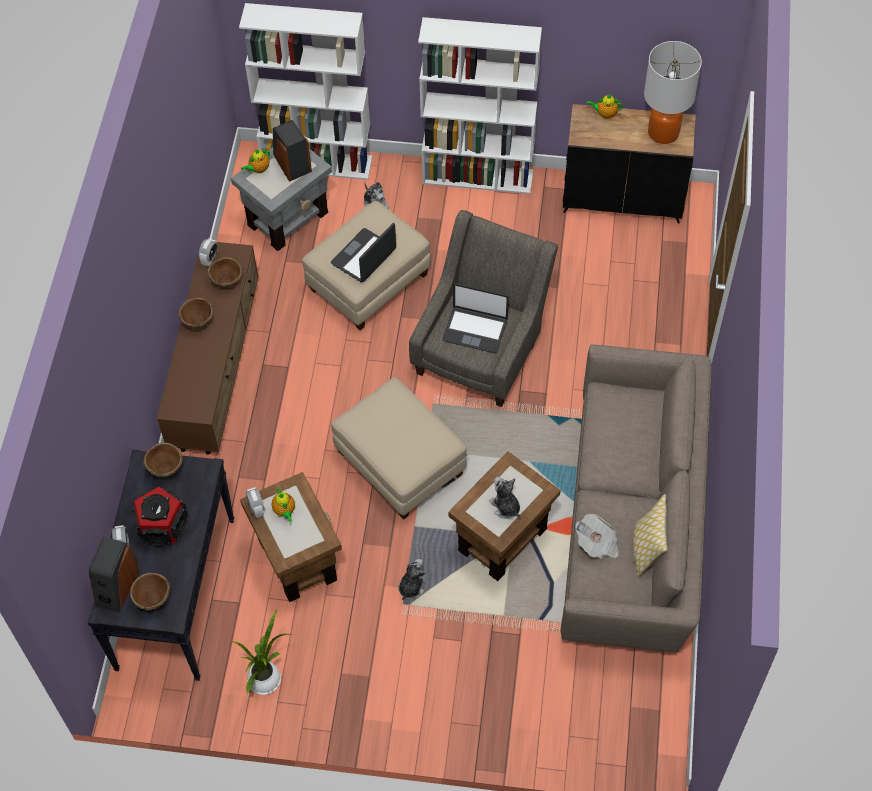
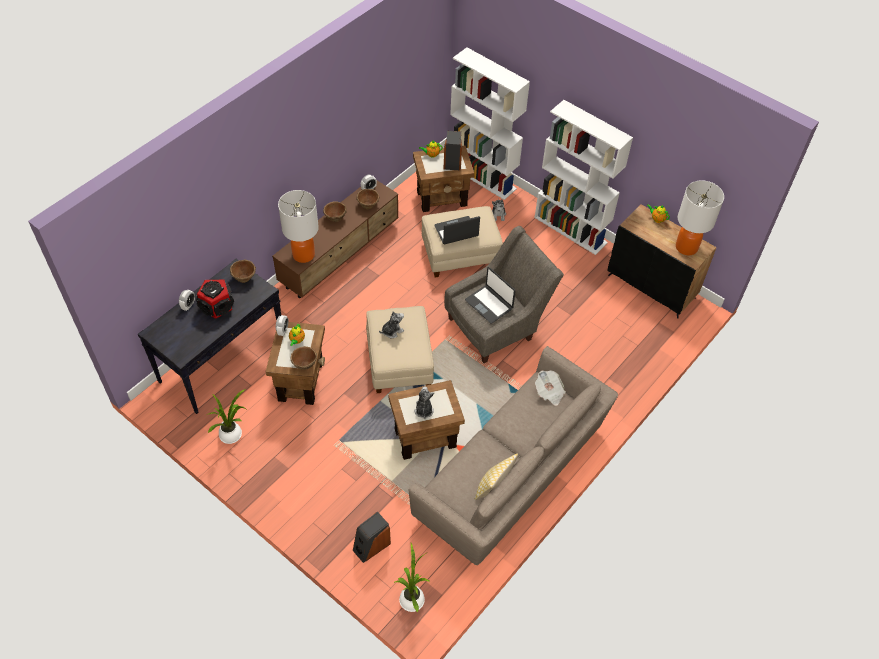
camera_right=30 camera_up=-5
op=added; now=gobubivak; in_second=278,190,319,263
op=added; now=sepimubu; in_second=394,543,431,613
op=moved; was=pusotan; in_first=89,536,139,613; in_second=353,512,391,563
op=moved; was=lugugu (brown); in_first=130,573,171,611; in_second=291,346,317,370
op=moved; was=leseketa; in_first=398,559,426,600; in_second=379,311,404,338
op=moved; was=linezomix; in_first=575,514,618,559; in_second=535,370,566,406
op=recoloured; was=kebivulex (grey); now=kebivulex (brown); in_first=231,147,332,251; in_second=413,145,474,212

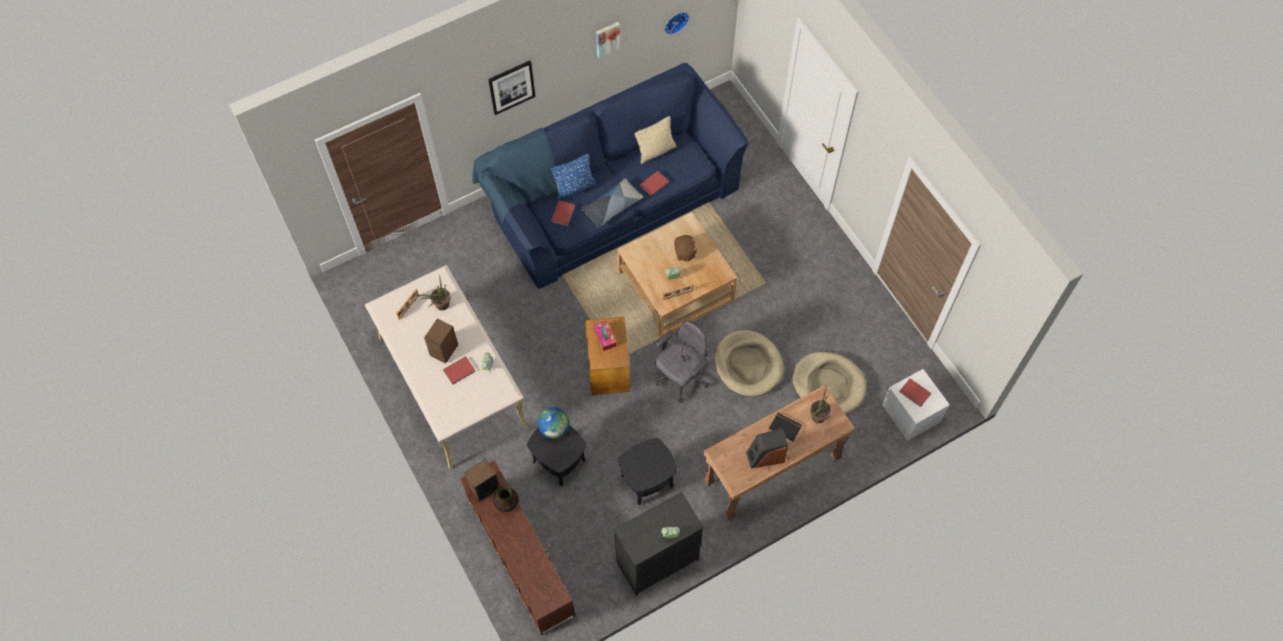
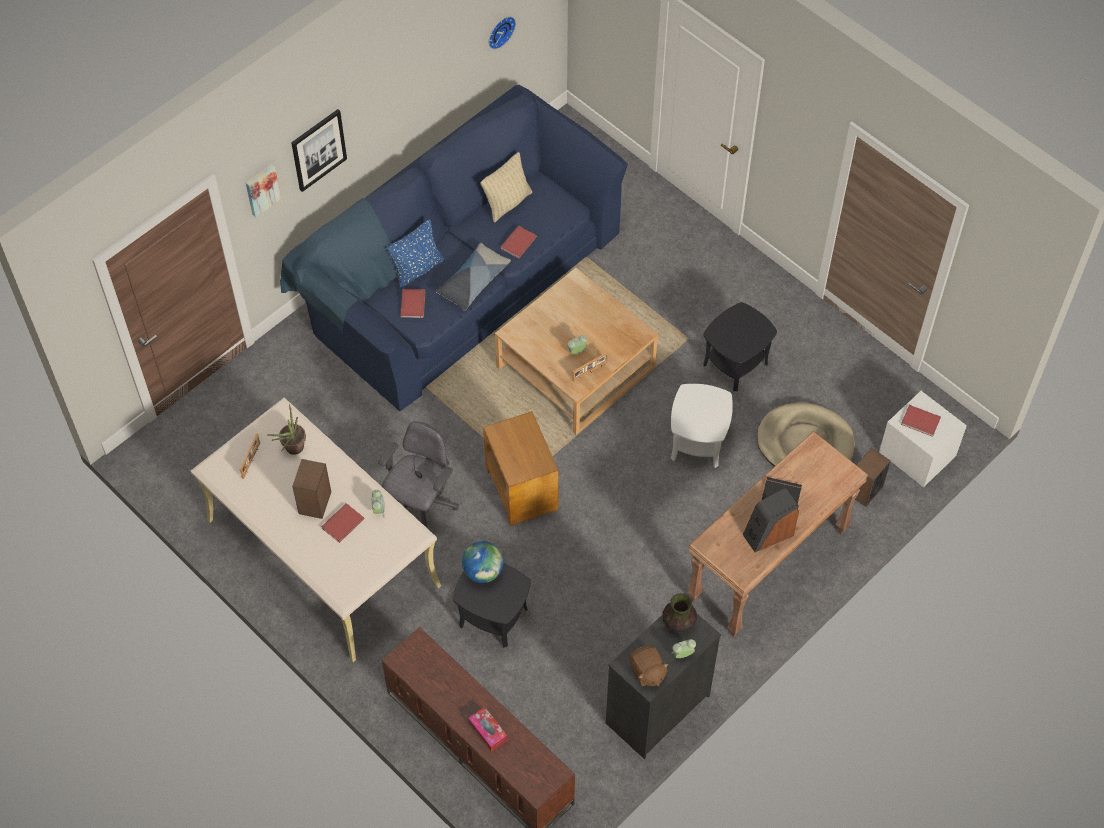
camera_right=-15 camera_up=-5
op=removed; was=sepimubu; in_first=810,389,831,424
op=moved; was=pusotan; in_first=464,459,500,502; in_second=855,448,891,507
op=moved; was=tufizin; in_first=493,485,519,512; in_second=663,593,697,632
op=moved; was=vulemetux; in_first=594,320,616,351; in_second=468,707,507,752
op=moved; was=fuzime; in_first=596,22,621,58; in_second=246,164,281,217
op=moved; was=kebivulex (black); in_first=618,438,677,505; in_second=703,302,777,391
op=moved; was=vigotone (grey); in_first=655,321,709,403; in_second=378,421,459,528
op=moved; was=leseketa (brown); in_first=674,235,698,262; in_second=629,645,669,686
op=replaced; was=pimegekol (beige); now=kebivulex (white); in_first=715,330,783,397; in_second=671,384,733,468

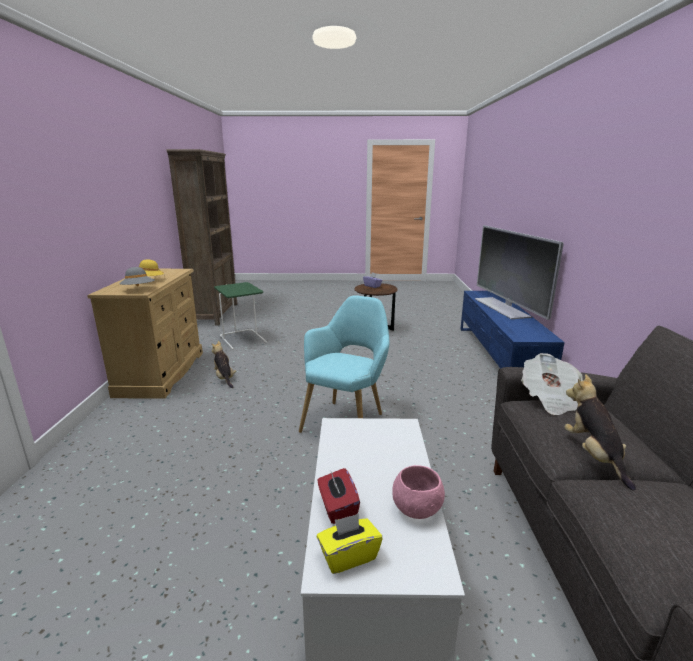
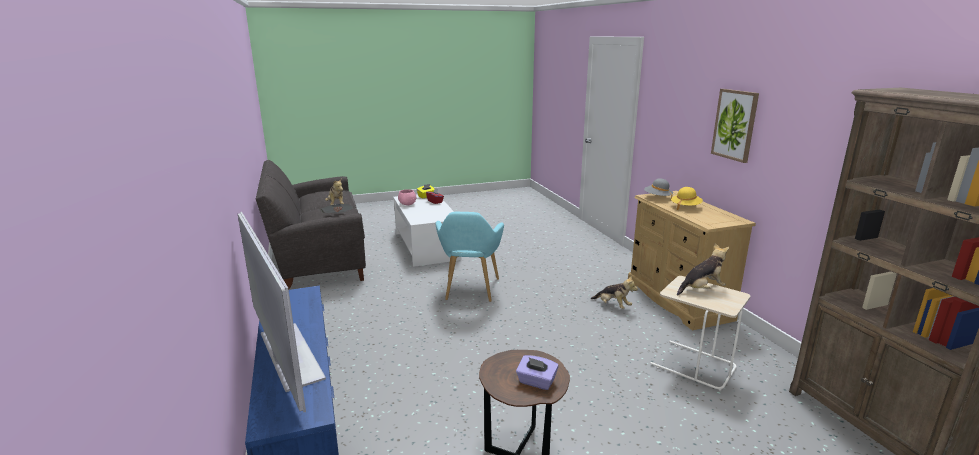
camera_right=160 camera_up=0
op=added; now=leseketa; in_second=677,243,729,295
op=added; now=fuzime; in_second=711,89,759,163
op=recoloured; was=kebivulex (green); now=kebivulex (beige); in_first=214,282,267,350; in_second=650,276,750,391

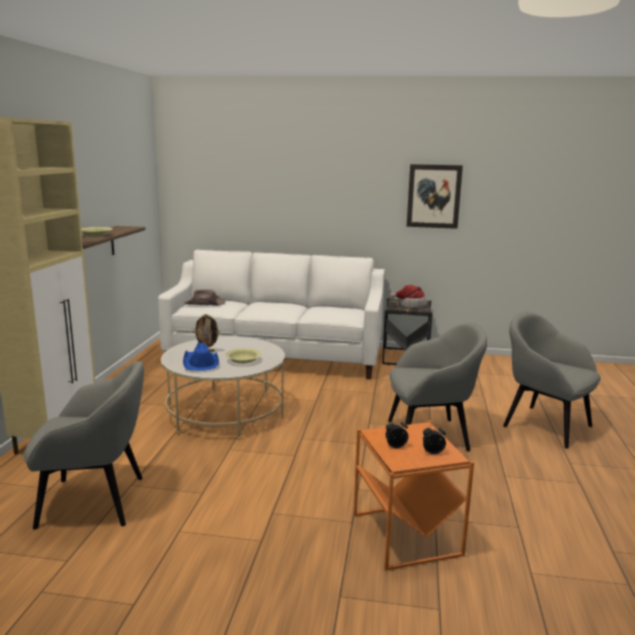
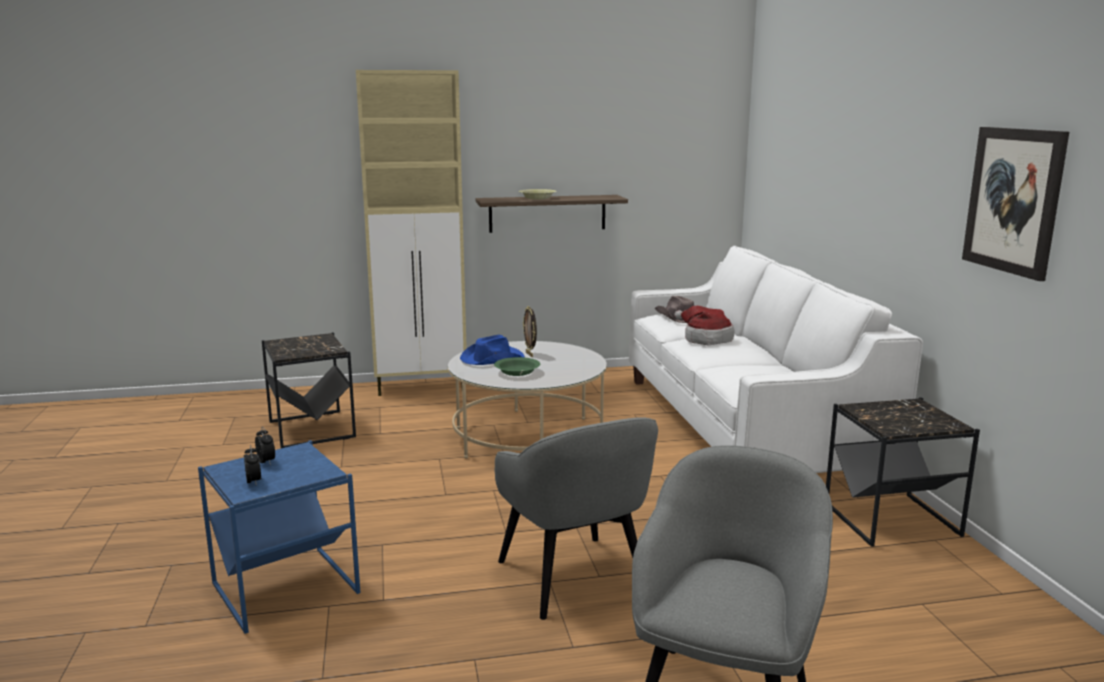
camera_right=70 camera_up=0
op=moved; was=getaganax; in_first=390,285,427,308; in_second=674,306,735,345
op=replaced; was=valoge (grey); now=kebivulex (black); in_first=23,361,144,530; in_second=262,332,356,448
op=recoloured; was=lugugu (yellow); now=lugugu (green); in_first=225,348,261,364; in_second=494,357,540,376
op=recoloured; was=kebivulex (orange); now=kebivulex (blue); in_first=354,421,474,571; in_second=198,440,361,634

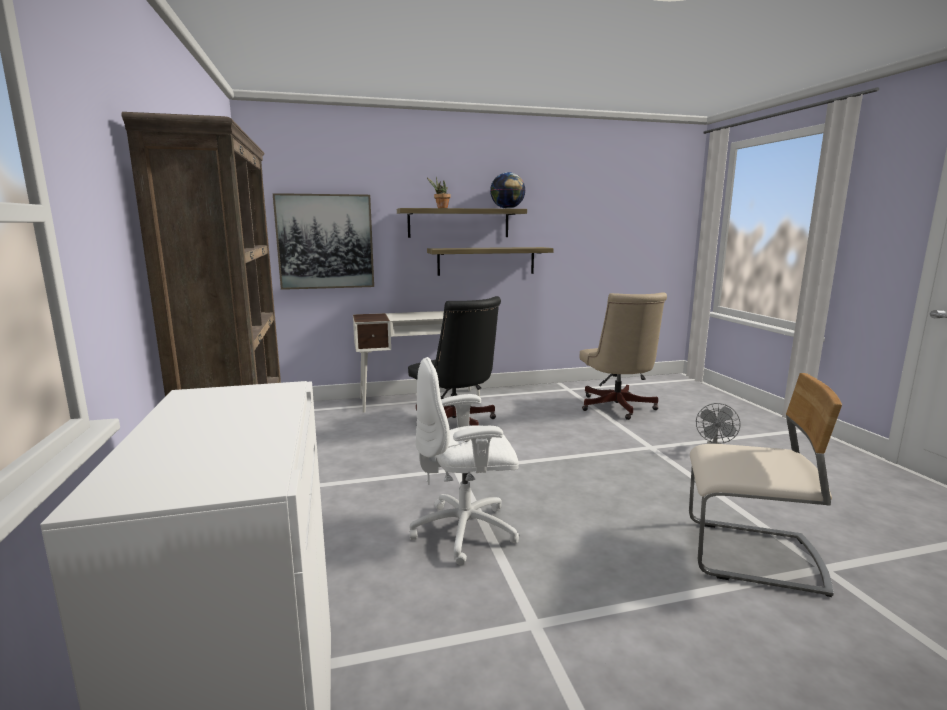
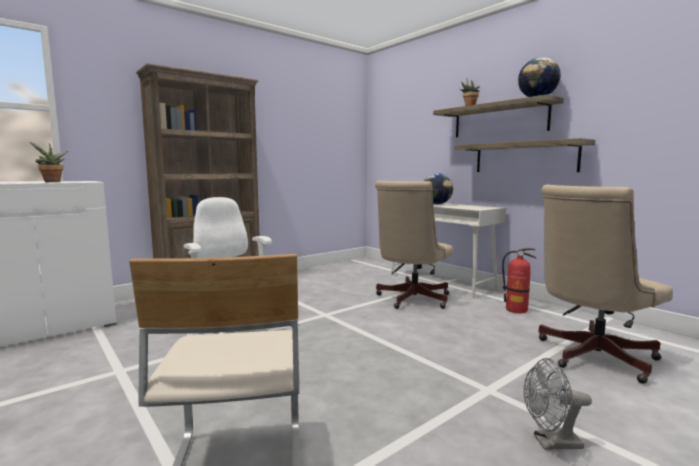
camera_right=65 camera_up=-5
op=removed; was=fuzime; in_first=273,193,374,290
op=added; now=sepimubu; in_second=30,142,68,182
op=added; now=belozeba; in_second=424,173,453,205
op=added; now=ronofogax; in_second=502,248,536,313
op=recoloured; was=vigotone (black); now=vigotone (beige); in_first=408,296,501,426; in_second=375,180,453,309

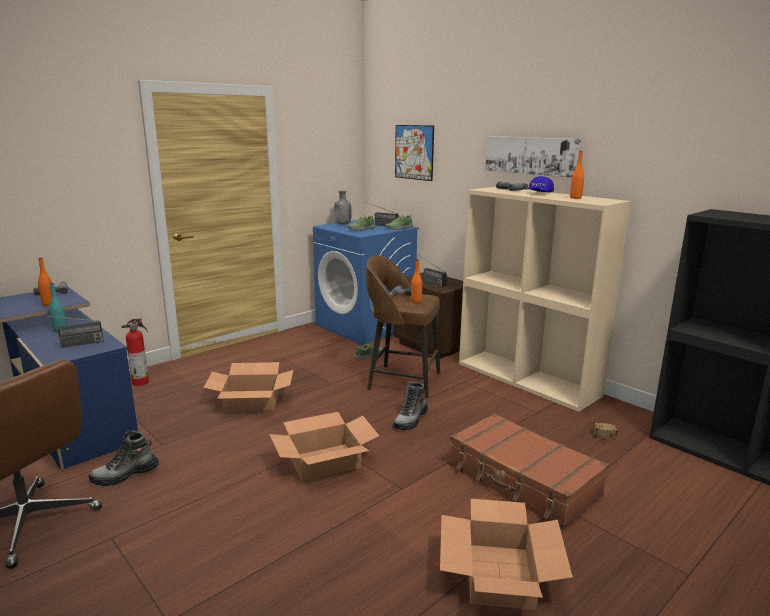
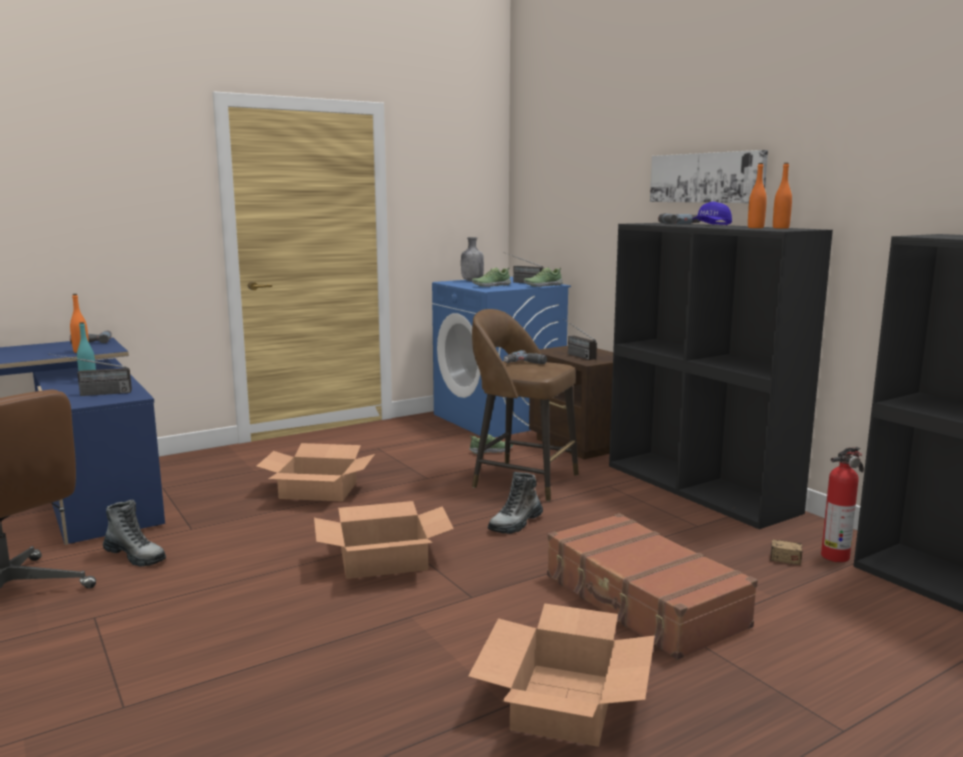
camera_right=10 camera_up=-5
op=removed; was=fuzime; in_first=395,125,434,181
op=moved; was=ronofogax; in_first=122,318,149,386; in_second=821,447,864,562
op=moved; was=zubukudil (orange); in_first=411,260,422,303; in_second=773,163,792,229
op=recoloured; was=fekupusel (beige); now=fekupusel (black); in_first=459,187,631,412; in_second=609,223,833,529
op=turned; was=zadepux; in_first=89,430,159,486; in_second=103,499,166,567; clockwise=-135

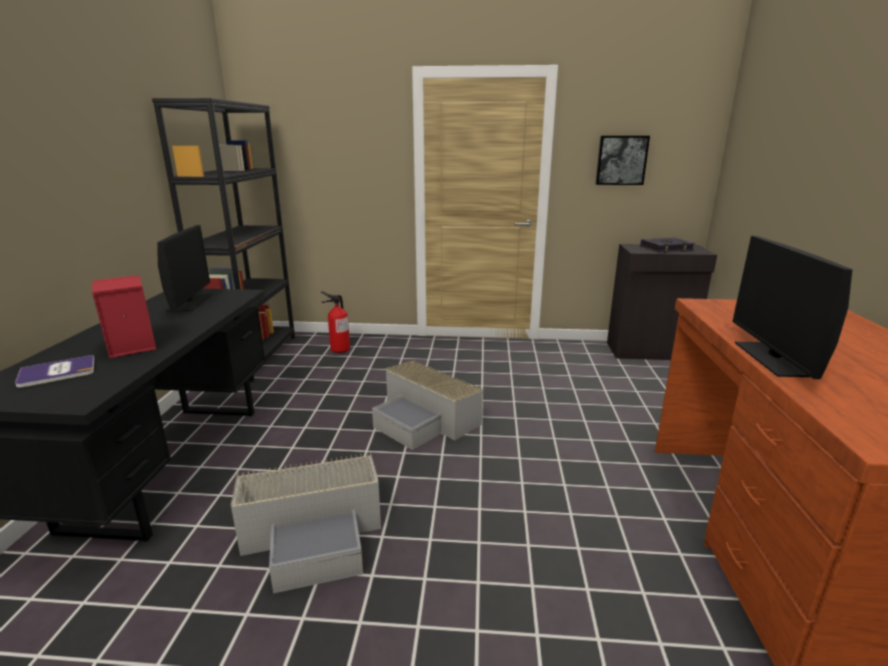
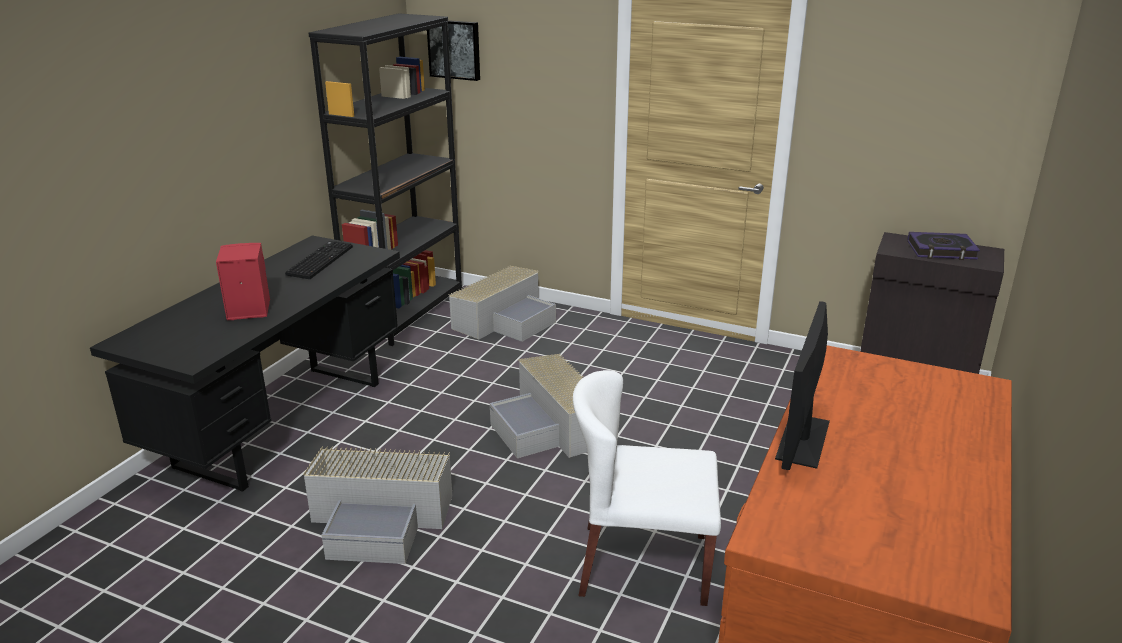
camera_right=20 camera_up=5
op=removed; was=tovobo; in_first=15,355,94,388
op=added; now=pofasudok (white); in_second=573,370,721,606
op=moved; was=fuzime; in_first=596,136,650,185; in_second=427,20,480,81
op=replaced; was=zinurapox; now=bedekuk; in_first=157,225,211,312; in_second=285,241,353,279
op=replaced; was=ronofogax; now=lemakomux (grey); in_first=320,291,350,353; in_second=449,266,556,342

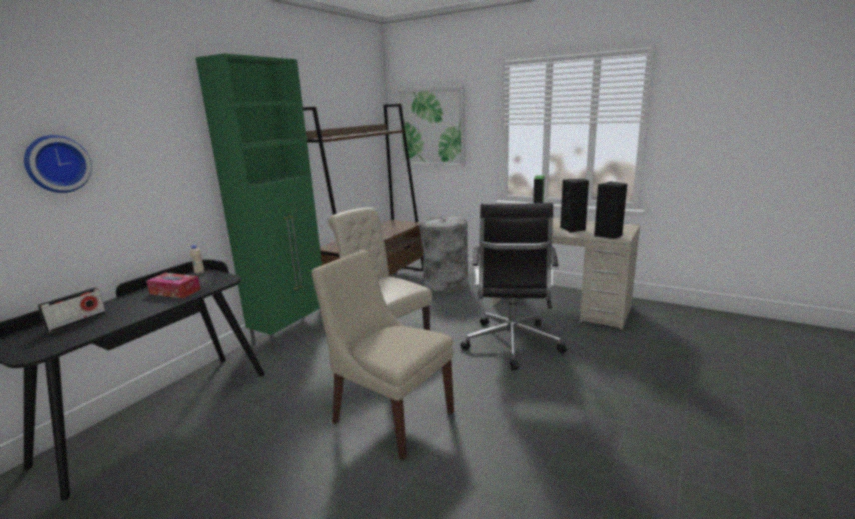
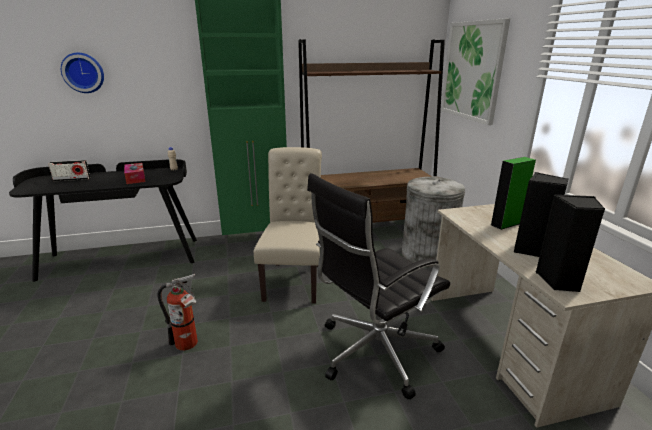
camera_right=45 camera_up=5
op=replaced; was=pofasudok (beige); now=ronofogax; in_first=311,250,454,461; in_second=158,274,198,351

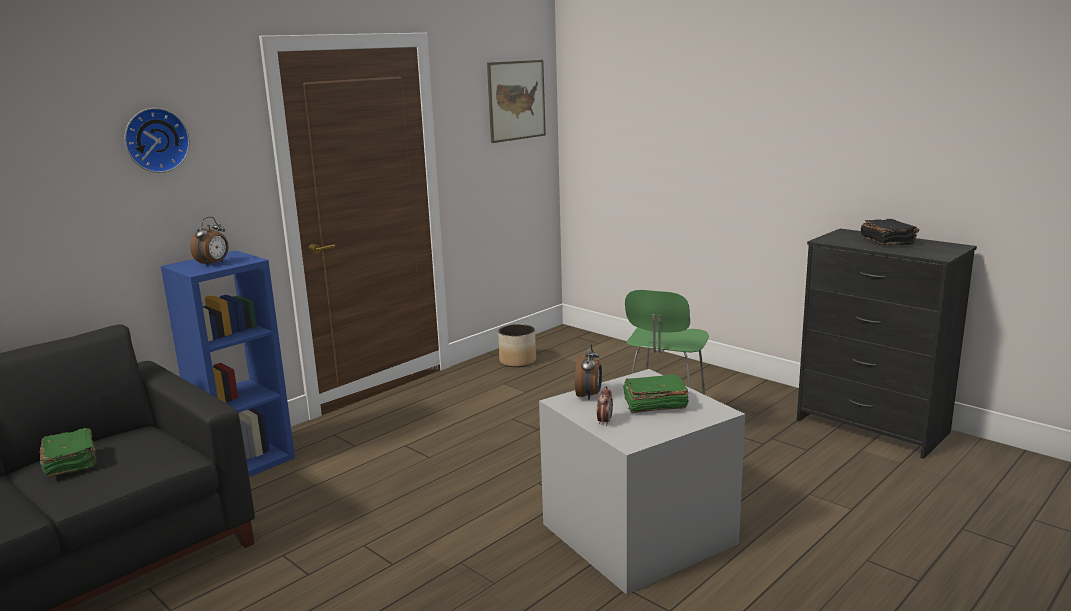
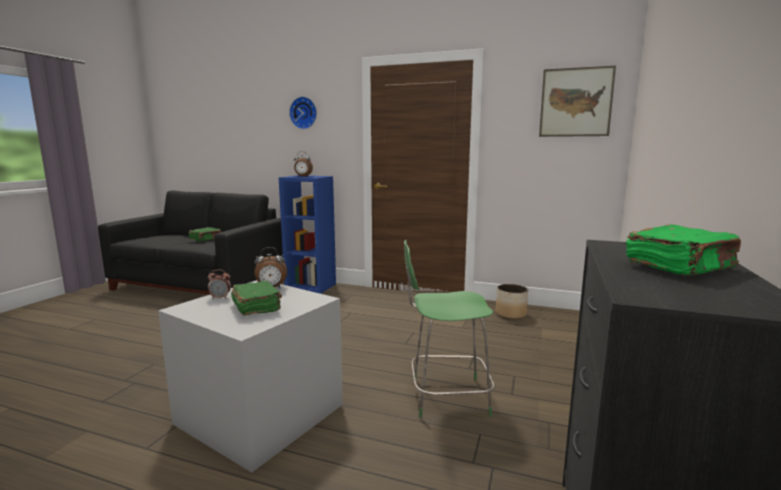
camera_right=65 camera_up=-5
op=recoloured; was=tovobo (black); now=tovobo (green); in_first=861,219,919,245; in_second=626,224,741,276

